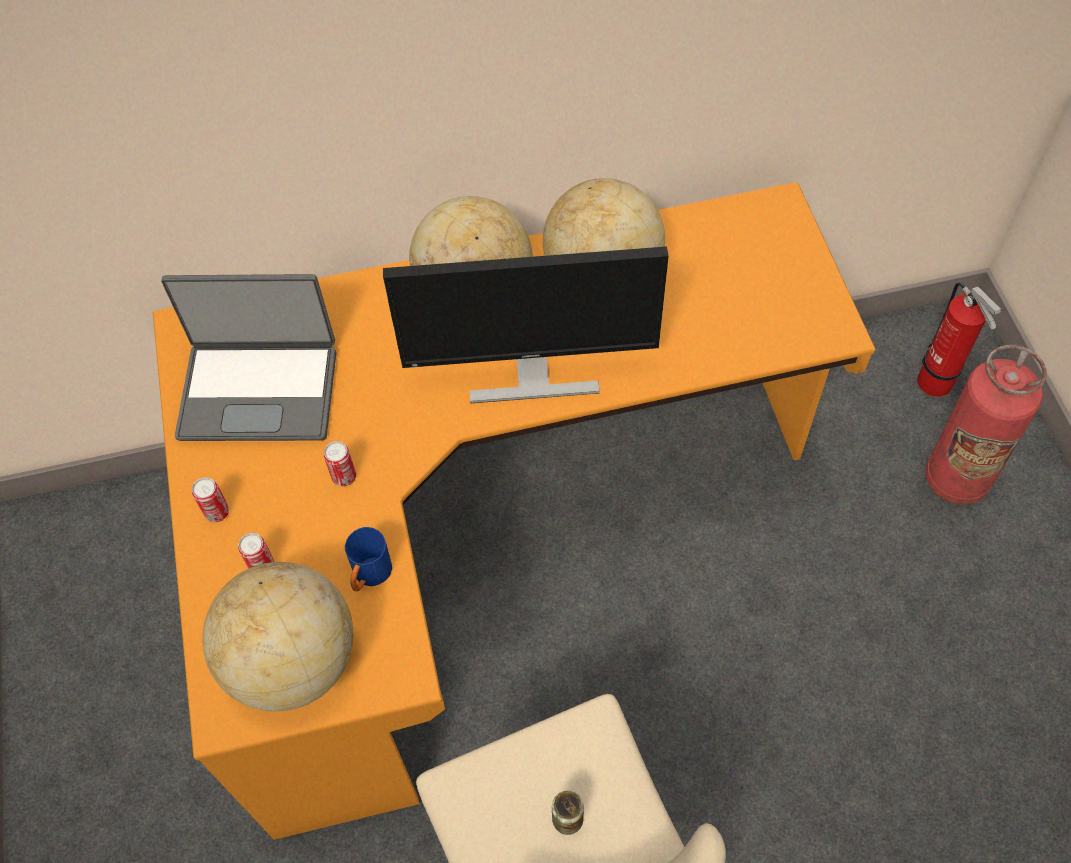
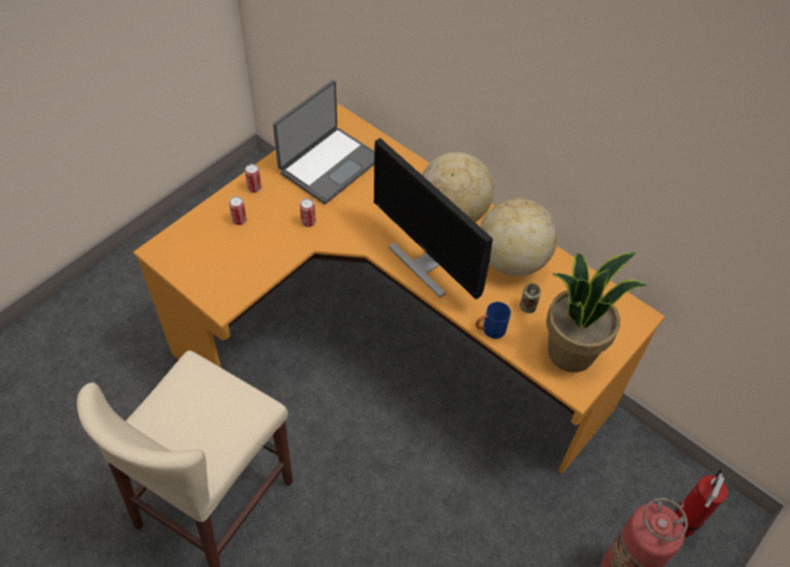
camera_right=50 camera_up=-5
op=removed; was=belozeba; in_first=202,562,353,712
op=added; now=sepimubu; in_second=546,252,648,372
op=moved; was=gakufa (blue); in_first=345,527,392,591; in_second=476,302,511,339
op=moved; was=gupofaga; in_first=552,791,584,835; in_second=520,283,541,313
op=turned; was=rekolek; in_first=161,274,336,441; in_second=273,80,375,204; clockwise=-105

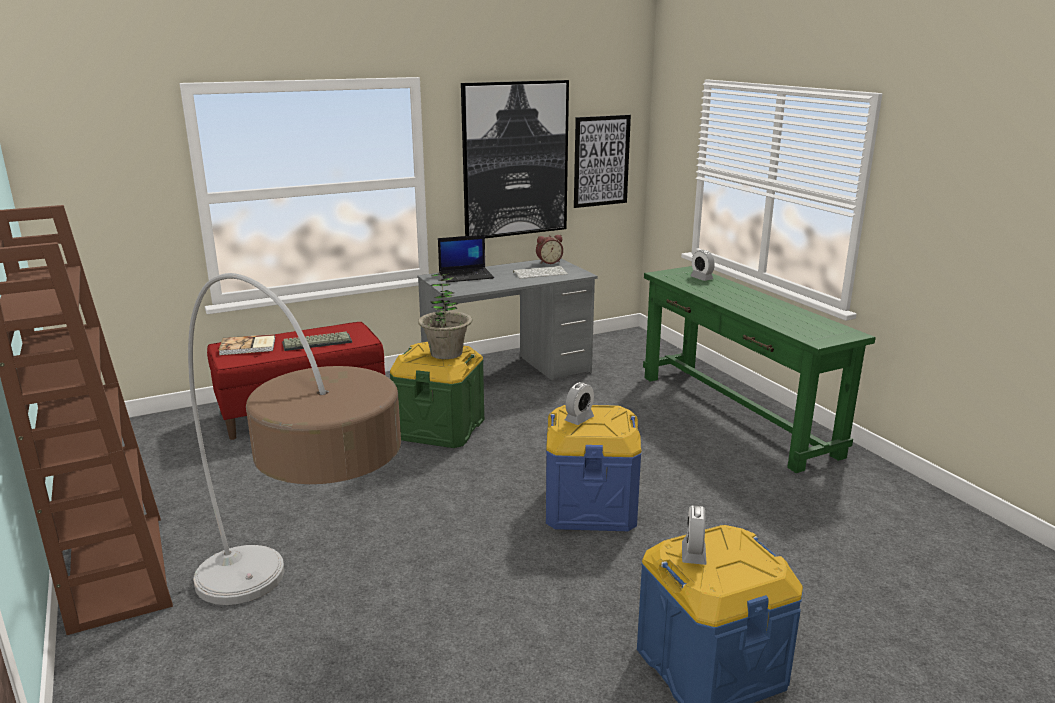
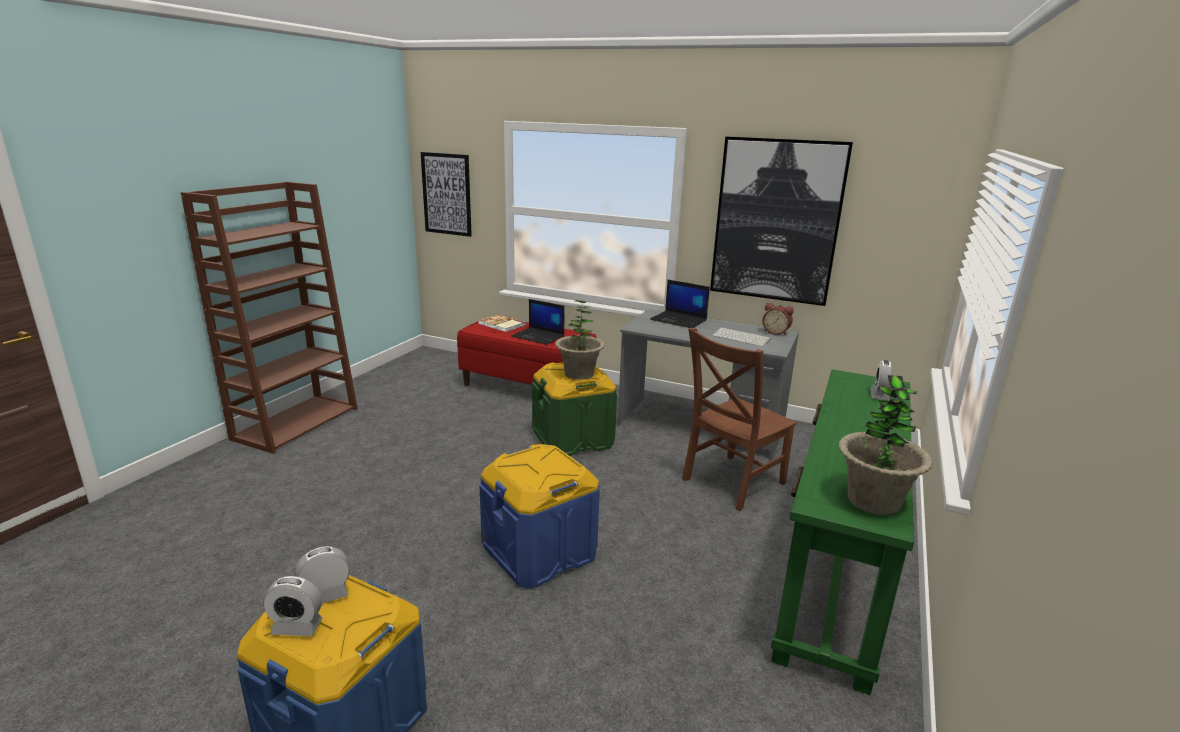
camera_right=50 camera_up=0
op=removed; was=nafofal; in_first=188,273,401,605
op=added; now=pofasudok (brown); in_second=682,328,797,511
op=added; now=sepimubu; in_second=838,375,933,515
op=moved; was=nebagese; in_first=565,382,594,425; in_second=263,576,322,636
op=moved; was=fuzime; in_first=574,115,631,208; in_second=421,152,472,237
op=replaced; was=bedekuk; now=rekolek; in_first=282,331,352,351; in_second=511,299,565,345

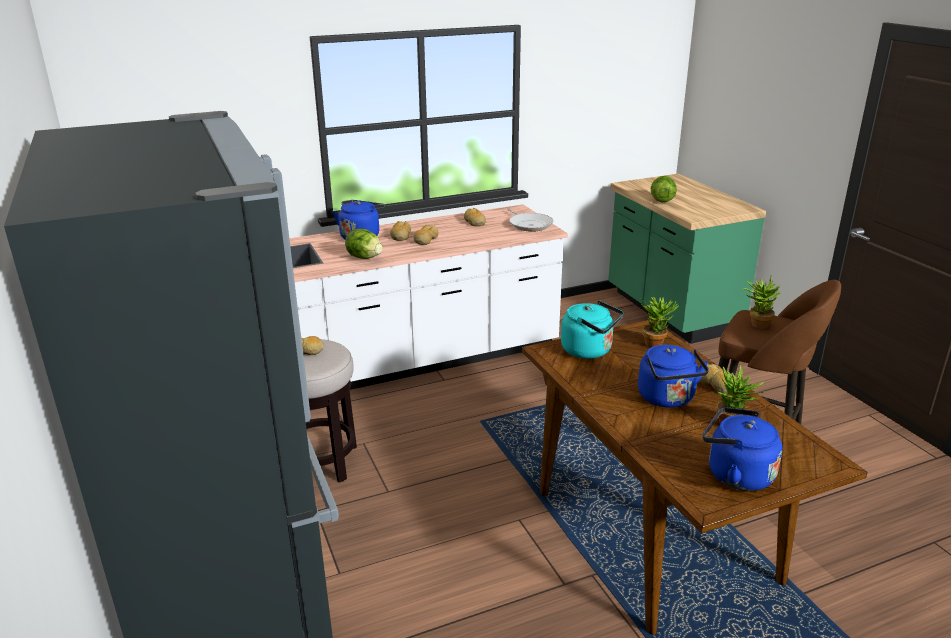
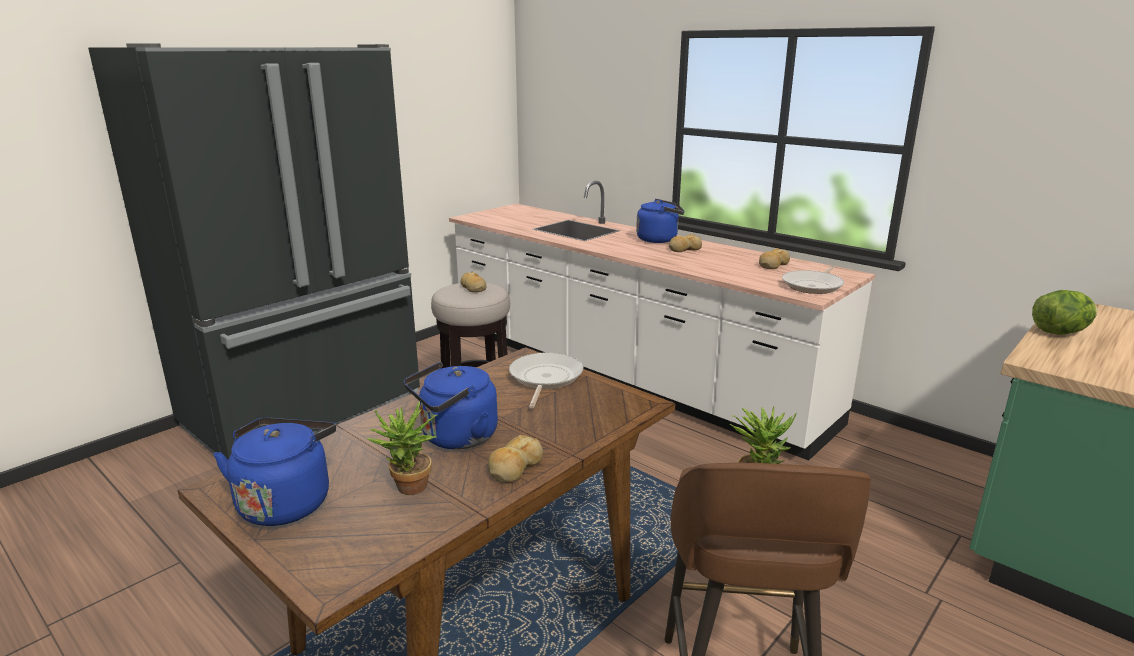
camera_right=65 camera_up=-5
op=removed; was=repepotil; in_first=345,229,383,259
op=removed; was=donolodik; in_first=414,225,438,245
op=removed; was=sepimubu; in_first=640,297,679,348
op=replaced; was=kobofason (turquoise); now=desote; in_first=561,300,624,359; in_second=509,352,583,408

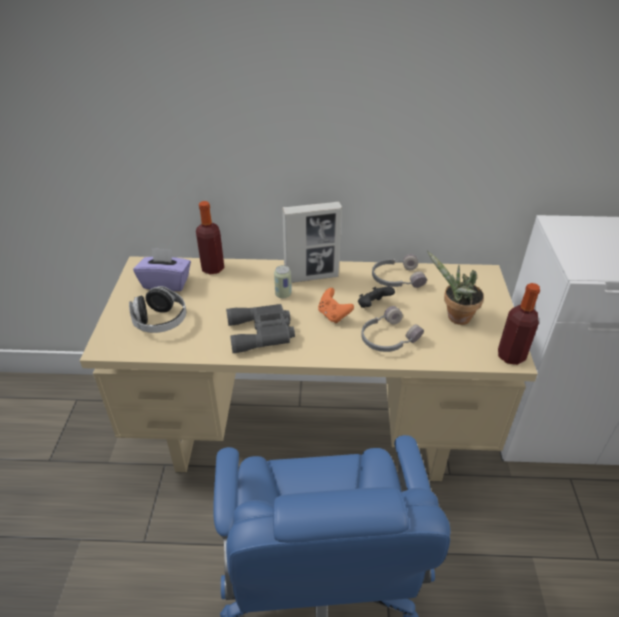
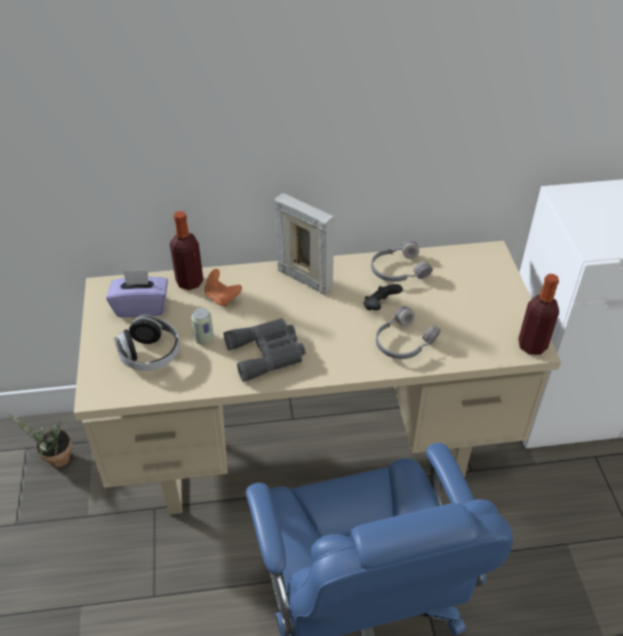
camera_right=-10 camera_up=5
op=moved; was=gupofaga; in_first=274,265,292,298; in_second=191,308,214,345
op=moved; was=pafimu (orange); in_first=318,288,354,324; in_second=204,269,242,307
op=moved; was=sepimubu; in_first=427,251,484,325; in_second=9,413,72,468
op=turned; was=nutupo; in_first=282,202,342,283; in_second=274,193,334,295; clockwise=-120

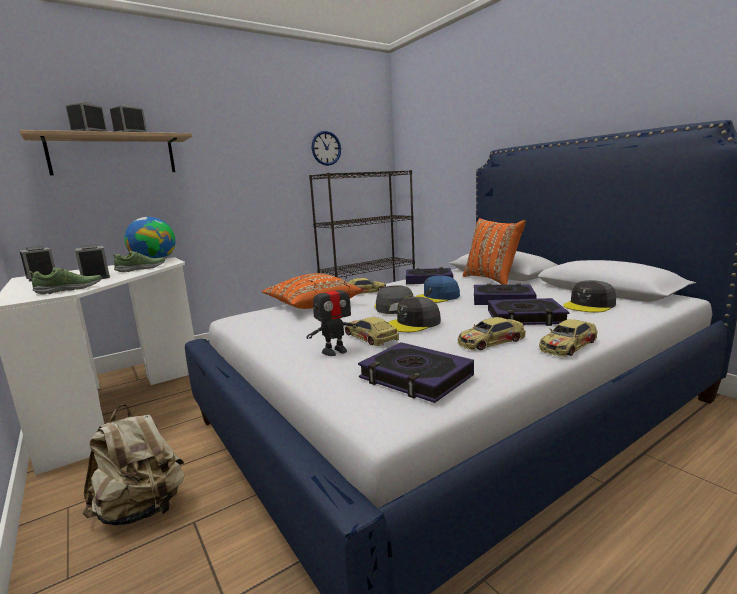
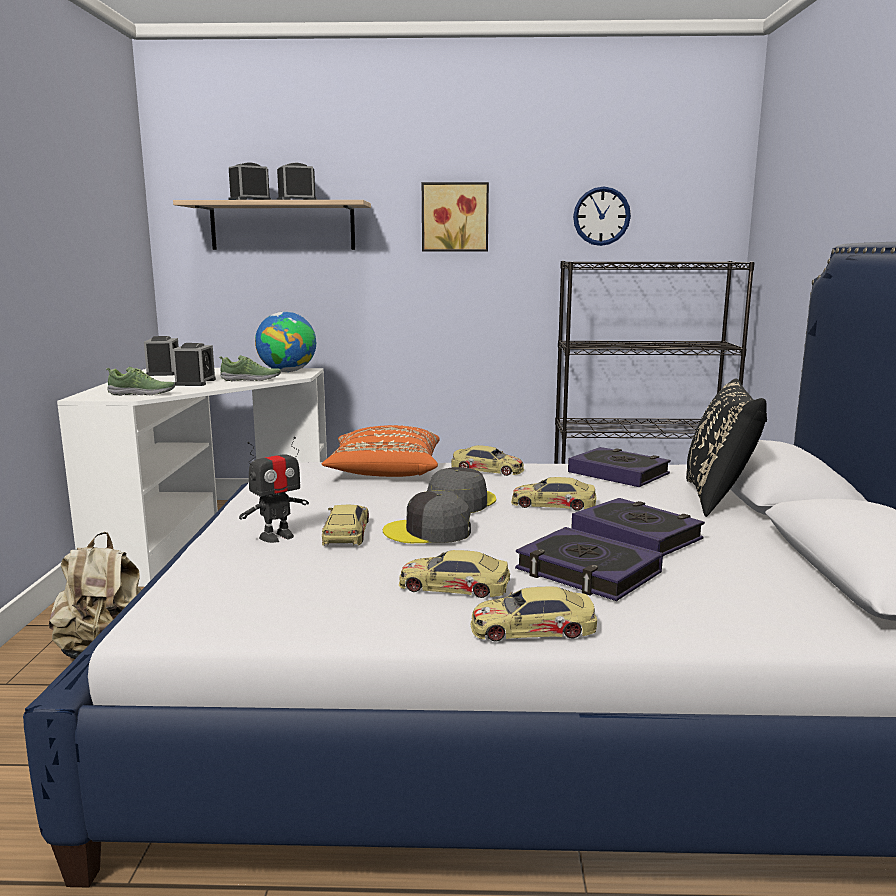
camera_right=35 camera_up=0
op=removed; was=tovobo; in_first=358,342,474,403
op=removed; was=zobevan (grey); in_first=563,280,616,312
op=added; now=fuzime; in_second=422,182,489,252
op=replaced; was=zobevan (blue); now=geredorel; in_first=415,275,460,303; in_second=511,477,597,511
op=recoloured; was=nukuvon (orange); now=nukuvon (black); in_first=463,218,526,285; in_second=686,378,767,517
op=turned; was=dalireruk; in_first=307,277,358,356; in_second=239,437,309,543; clockwise=-45

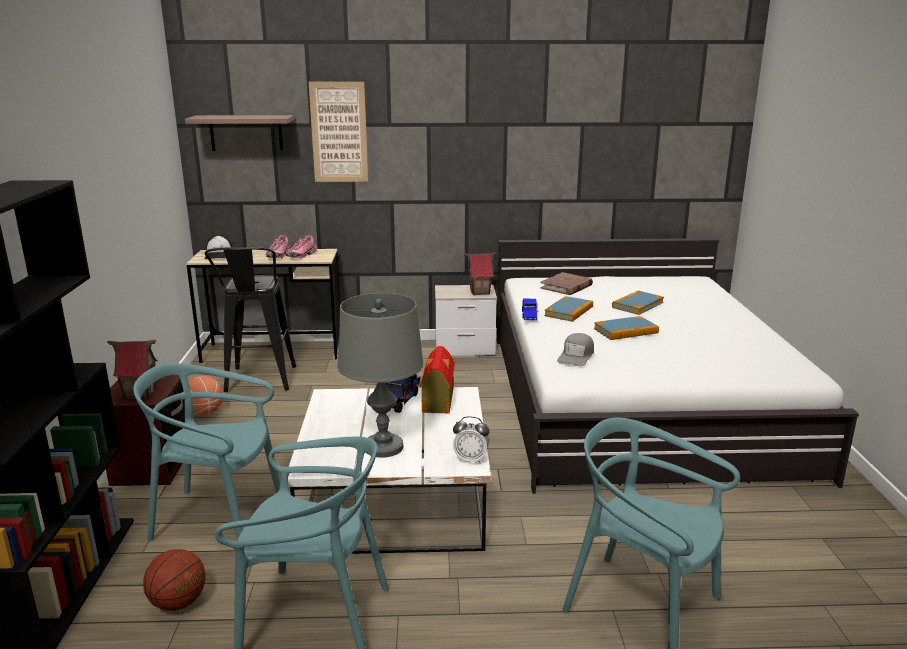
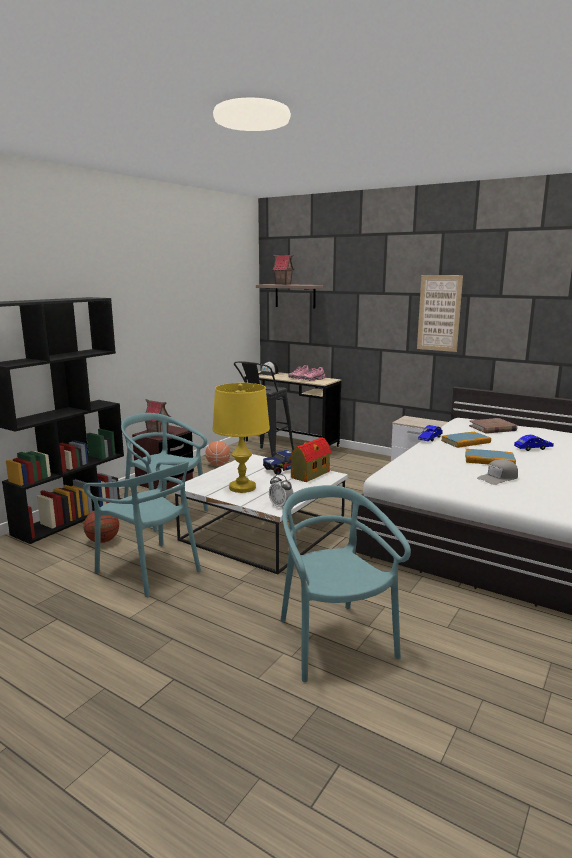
camera_right=35 camera_up=-5
op=moved; was=fuzime; in_first=309,82,368,182; in_second=417,275,463,352
op=moved; was=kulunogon; in_first=464,252,497,295; in_second=272,254,294,285
op=moved; was=zobevan (grey); in_first=557,333,594,367; in_second=477,460,518,485
op=replaced; was=tovobo; now=geredorel (blue); in_first=612,291,664,315; in_second=514,435,554,451
op=recoloured; was=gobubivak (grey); now=gobubivak (yellow); in_first=338,293,423,458; in_second=213,383,270,493

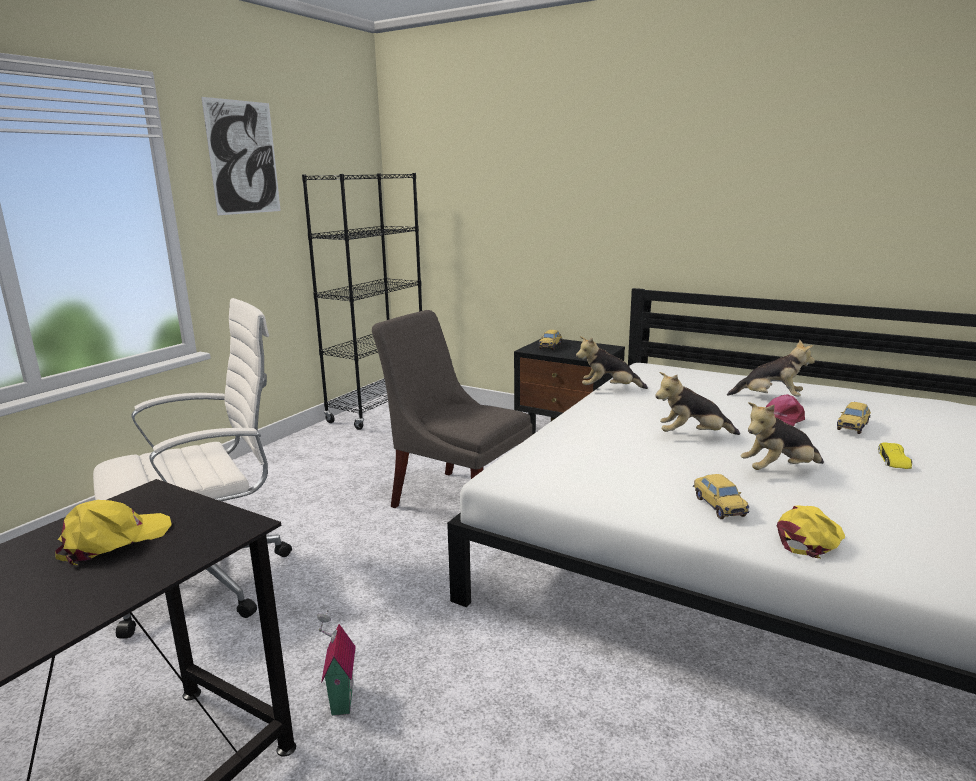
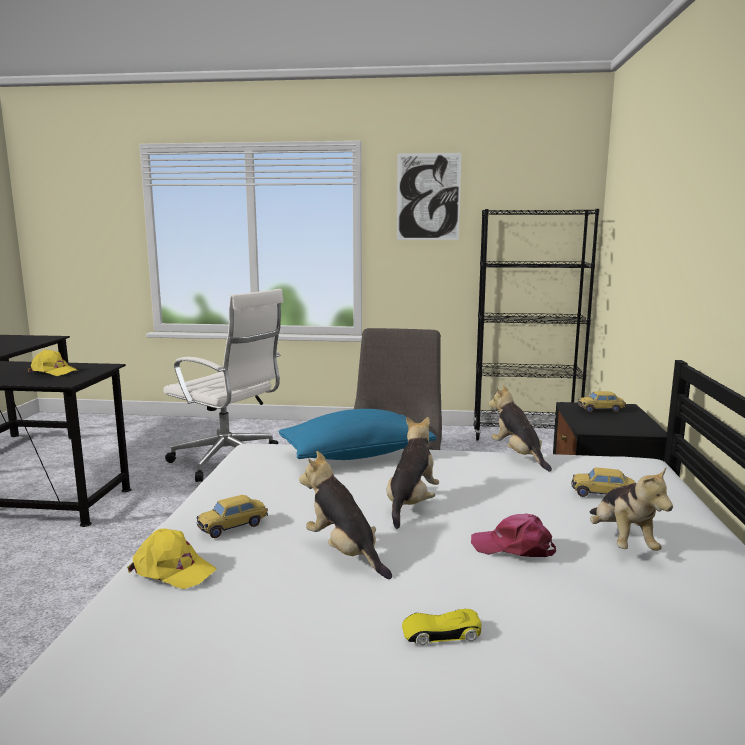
camera_right=65 camera_up=-5
op=removed; was=kulunogon; in_first=317,610,356,716
op=added; now=nukuvon (blue); in_second=279,409,436,460
op=moved; was=geredorel; in_first=837,402,871,434; in_second=571,468,636,497
op=turned; was=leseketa; in_first=655,372,740,435; in_second=387,417,439,529; clockwise=45

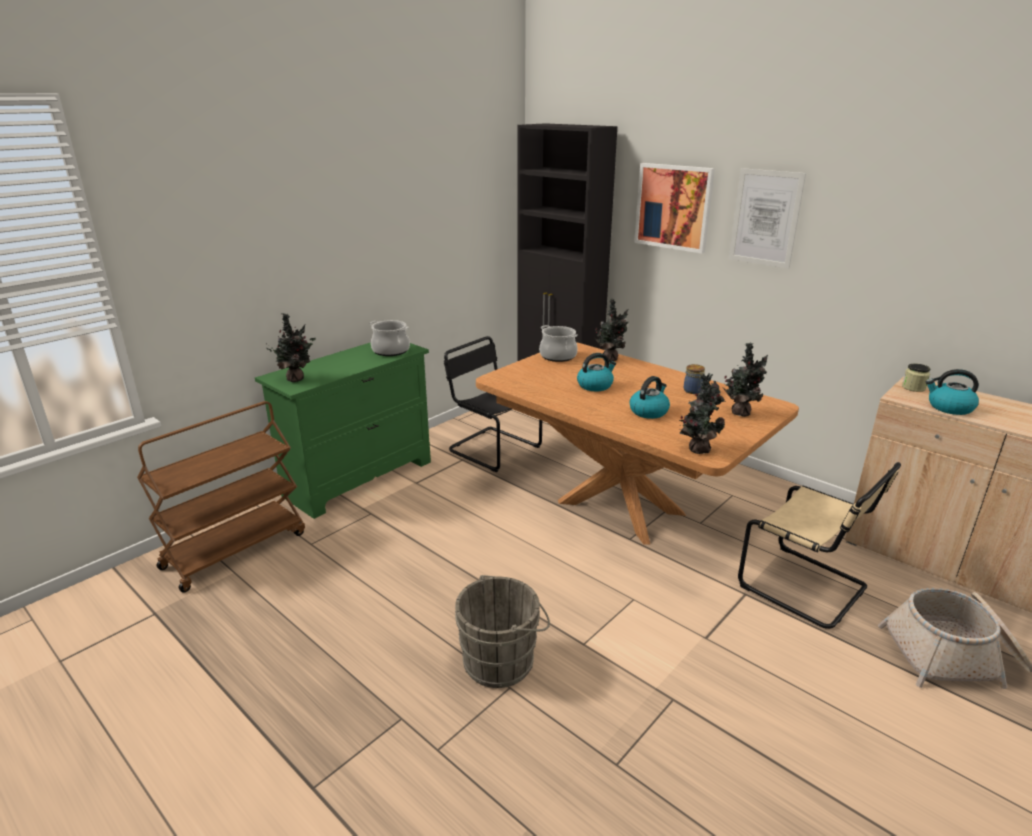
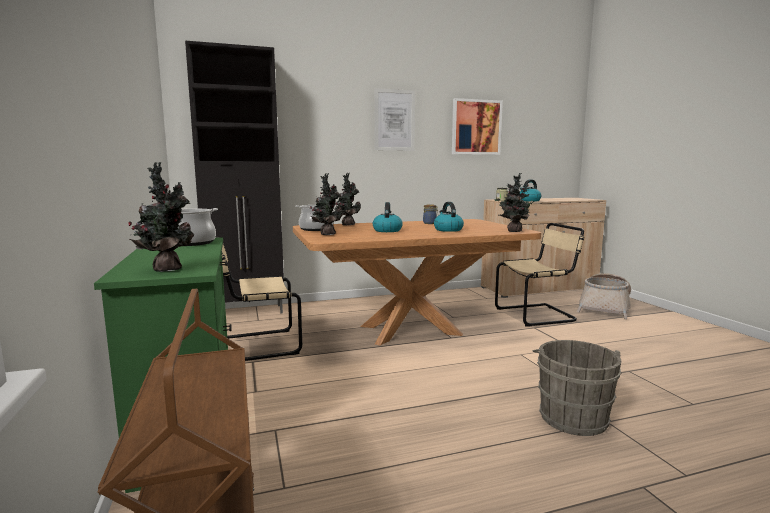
camera_right=-60 camera_up=-15
op=moved; was=fuzime; in_first=634,163,715,254; in_second=452,98,503,155
op=moved; was=sepimubu; in_first=722,343,768,417; in_second=310,173,343,235
op=recoloured; was=pofasudok (black); now=pofasudok (beige); in_first=444,336,542,472; in_second=216,237,302,361

